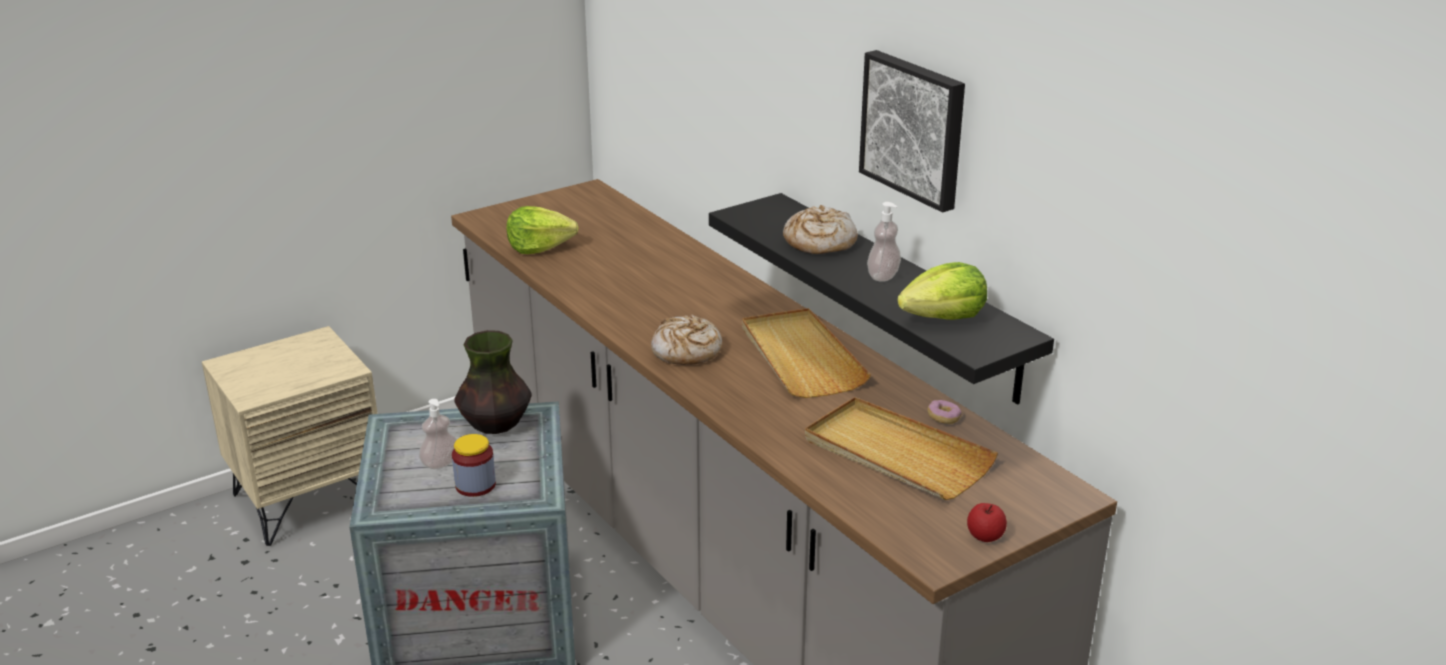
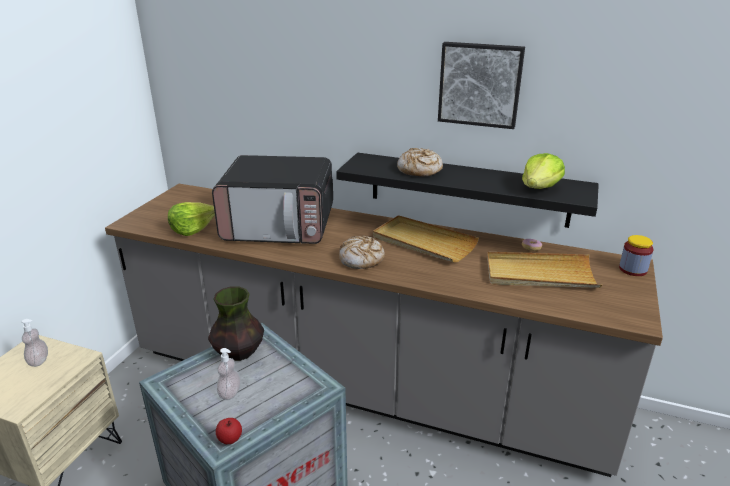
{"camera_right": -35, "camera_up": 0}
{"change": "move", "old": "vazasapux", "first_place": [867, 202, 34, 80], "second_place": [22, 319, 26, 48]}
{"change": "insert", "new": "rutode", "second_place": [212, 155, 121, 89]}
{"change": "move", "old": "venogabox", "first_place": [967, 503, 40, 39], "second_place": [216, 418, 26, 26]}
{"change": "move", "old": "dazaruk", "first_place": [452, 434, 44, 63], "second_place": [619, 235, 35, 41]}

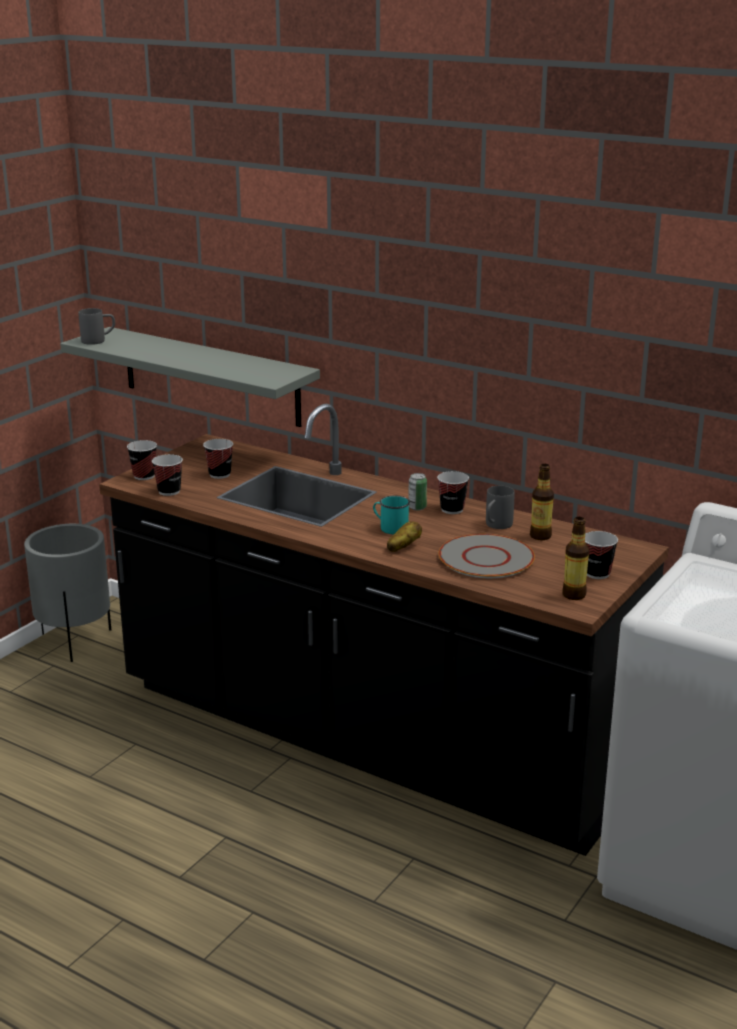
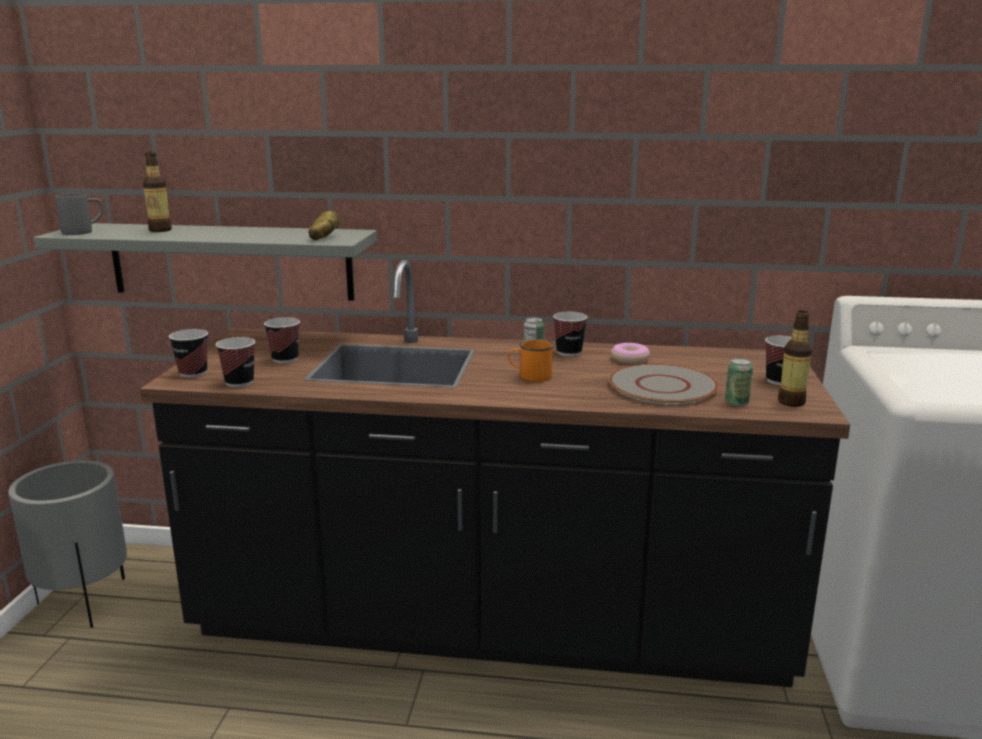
{"camera_right": -25, "camera_up": -5}
{"change": "move", "old": "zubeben", "first_place": [530, 464, 24, 76], "second_place": [143, 151, 29, 81]}
{"change": "move", "old": "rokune", "first_place": [387, 521, 35, 31], "second_place": [308, 211, 32, 29]}
{"change": "recolor", "old": "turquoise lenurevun", "new": "orange lenurevun", "first_place": [373, 495, 37, 39], "second_place": [508, 339, 46, 43]}
{"change": "replace", "old": "grey lenurevun", "new": "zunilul", "first_place": [486, 486, 28, 43], "second_place": [611, 343, 39, 21]}
{"change": "insert", "new": "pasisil", "second_place": [725, 358, 28, 48]}

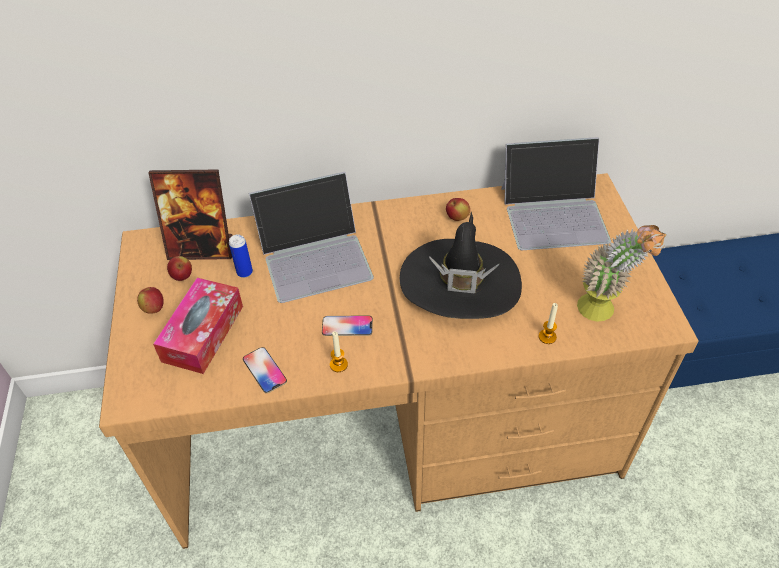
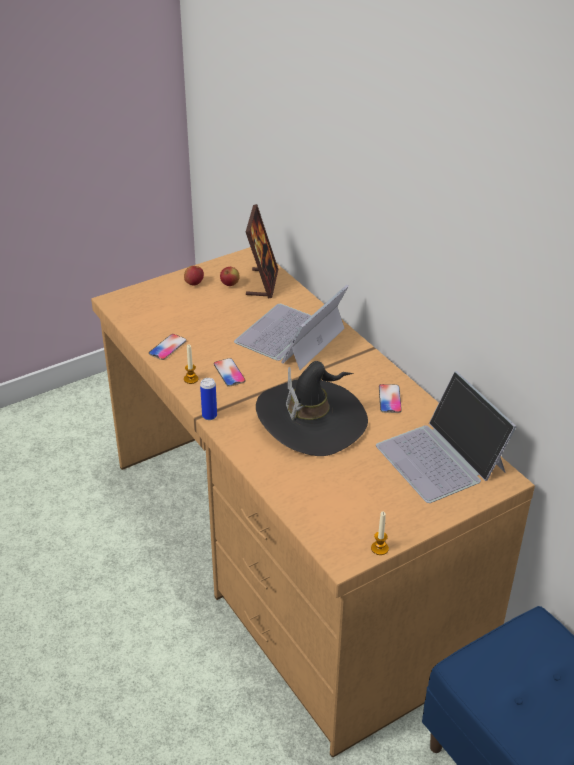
{"camera_right": 65, "camera_up": -10}
{"change": "move", "old": "pasisil", "first_place": [229, 234, 24, 44], "second_place": [200, 378, 17, 42]}
{"change": "rotate", "old": "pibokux", "first_place": [249, 172, 125, 131], "second_place": [234, 285, 115, 85], "degrees": 75}
{"change": "rotate", "old": "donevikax", "first_place": [148, 169, 85, 91], "second_place": [246, 204, 32, 95], "degrees": -150}
{"change": "move", "old": "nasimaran", "first_place": [539, 303, 19, 41], "second_place": [371, 512, 18, 43]}
{"change": "replace", "old": "venogabox", "new": "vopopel", "first_place": [446, 198, 24, 23], "second_place": [379, 384, 23, 29]}
{"change": "delete", "old": "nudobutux", "first_place": [153, 278, 90, 96]}
{"change": "delete", "old": "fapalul", "first_place": [577, 225, 89, 97]}

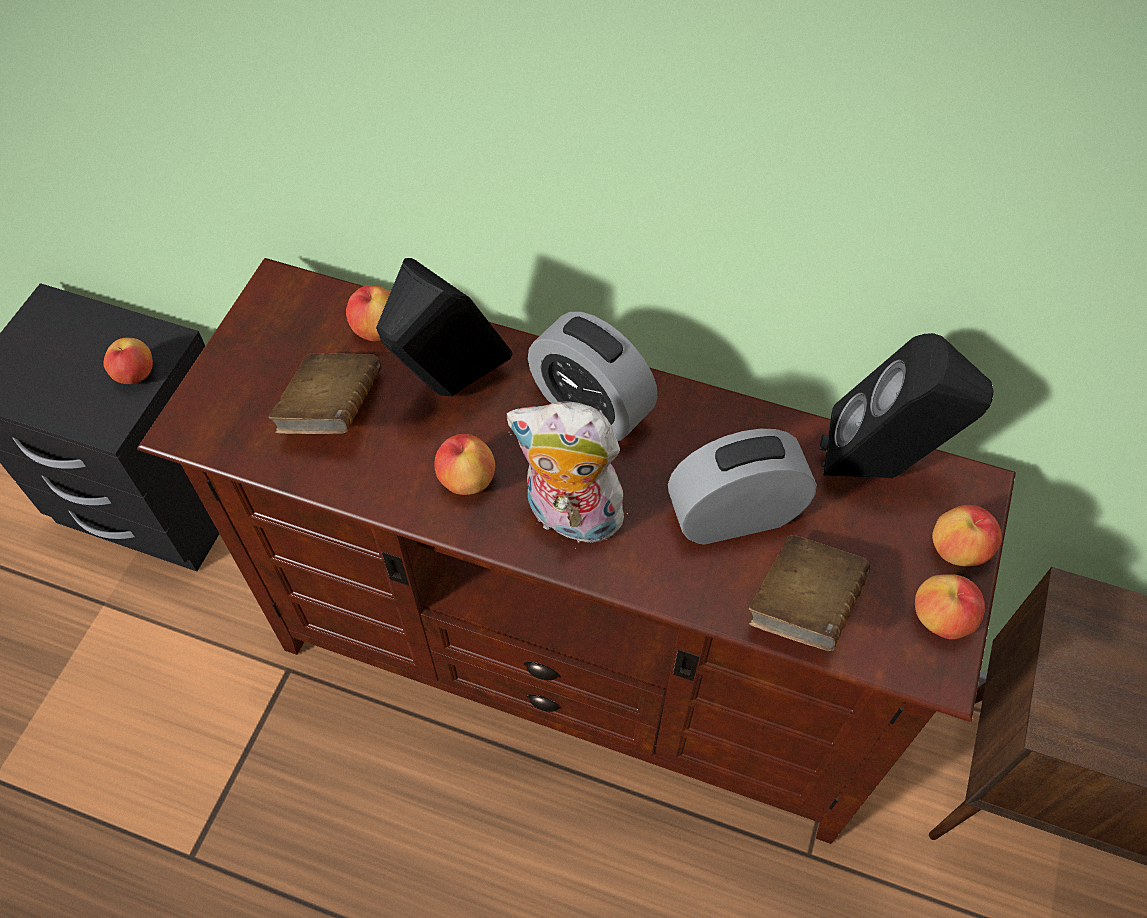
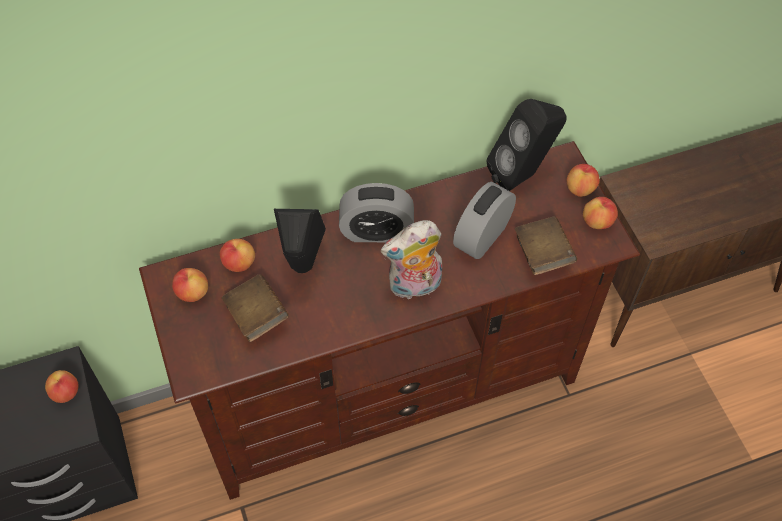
{"camera_right": -40, "camera_up": 0}
{"change": "move", "old": "venogabox", "first_place": [434, 434, 61, 61], "second_place": [172, 268, 36, 34]}

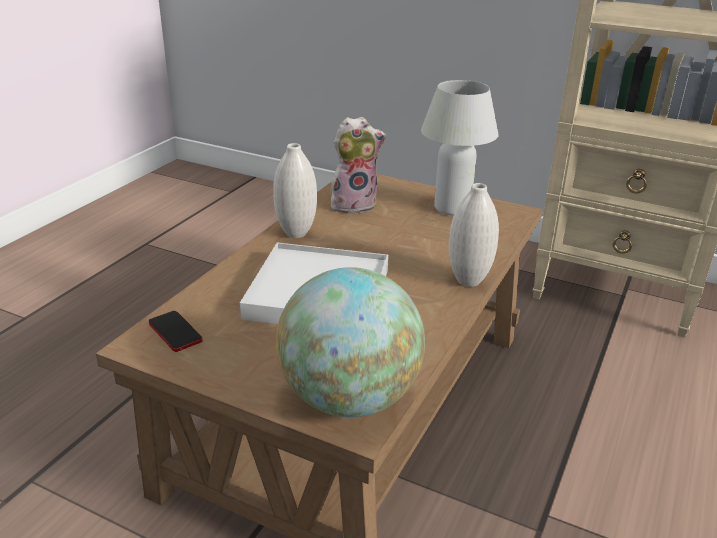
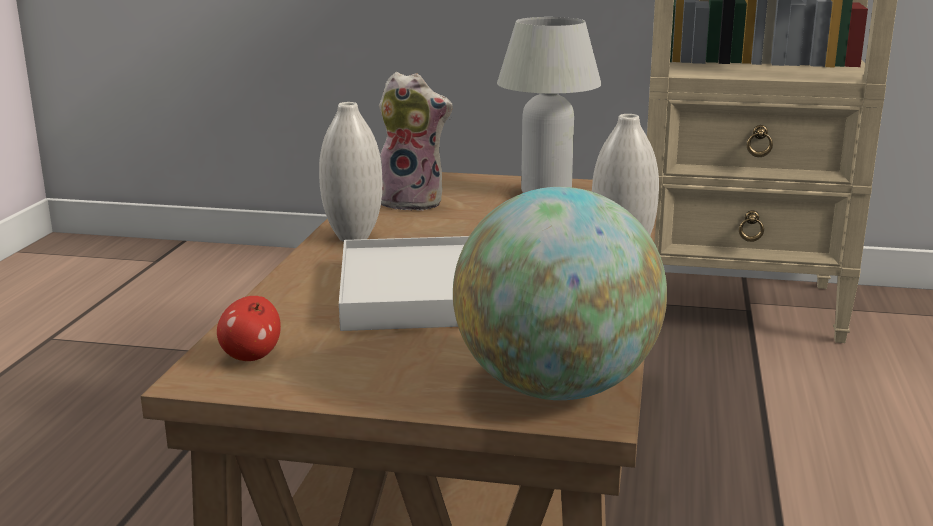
{"camera_right": -15, "camera_up": -10}
{"change": "replace", "old": "vopopel", "new": "venogabox", "first_place": [149, 311, 54, 41], "second_place": [217, 296, 64, 65]}
{"change": "rotate", "old": "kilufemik", "first_place": [331, 117, 56, 97], "second_place": [379, 72, 74, 139], "degrees": 45}

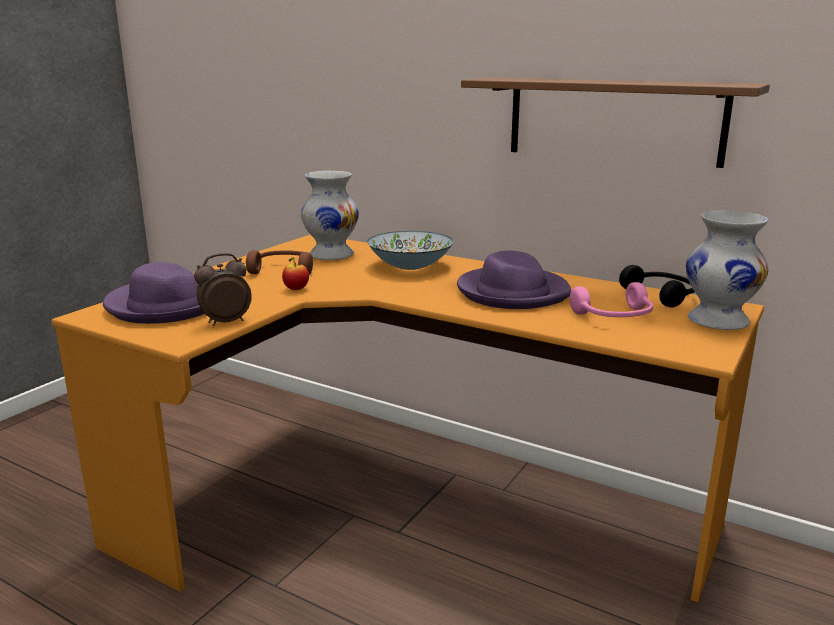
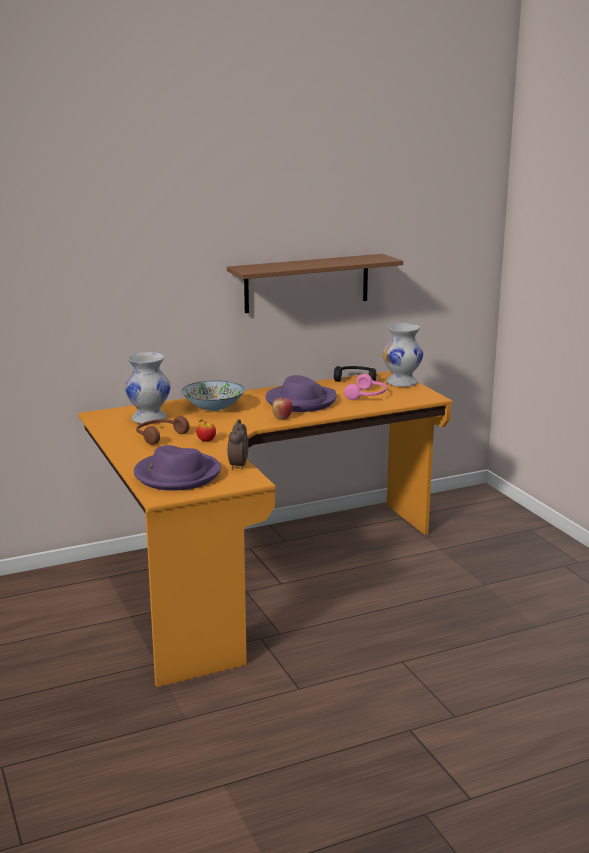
{"camera_right": -55, "camera_up": 0}
{"change": "insert", "new": "venogabox", "second_place": [272, 398, 21, 21]}

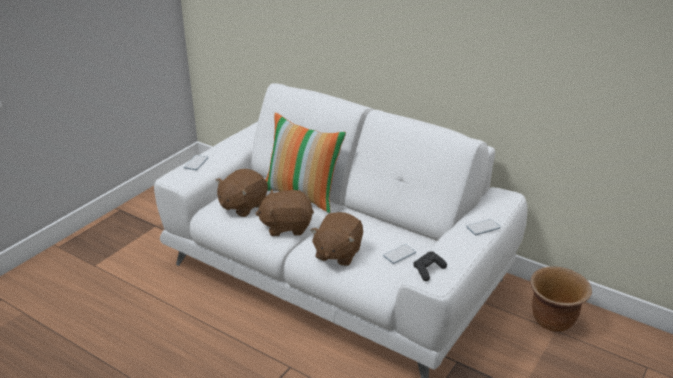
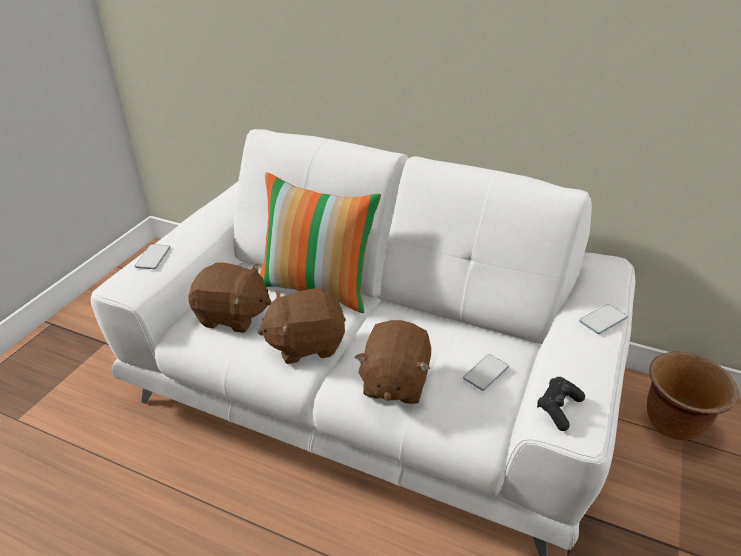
{"camera_right": -10, "camera_up": 5}
{"change": "rotate", "old": "brown kilufemik", "first_place": [216, 169, 52, 48], "second_place": [188, 262, 84, 71], "degrees": -105}

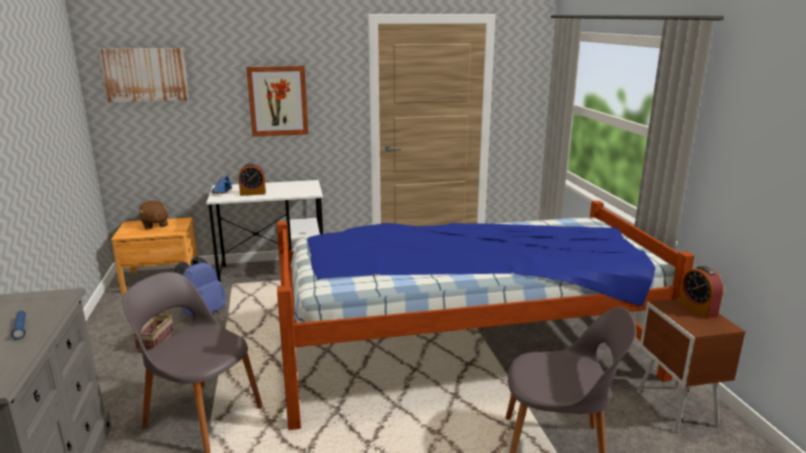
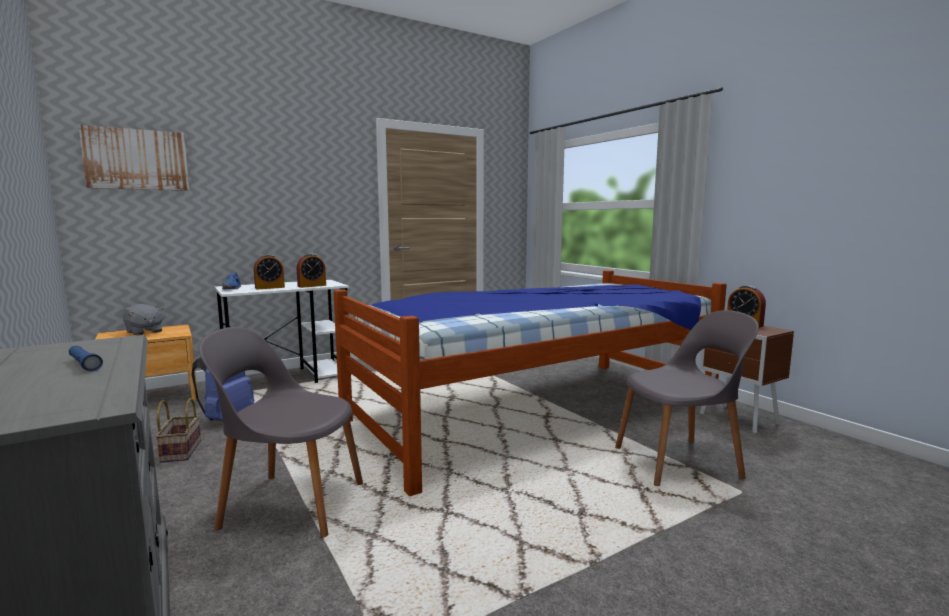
{"camera_right": -20, "camera_up": -10}
{"change": "recolor", "old": "brown kilufemik", "new": "grey kilufemik", "first_place": [139, 201, 29, 28], "second_place": [123, 304, 41, 31]}
{"change": "insert", "new": "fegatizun", "second_place": [297, 254, 29, 34]}
{"change": "delete", "old": "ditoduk", "first_place": [246, 66, 62, 71]}

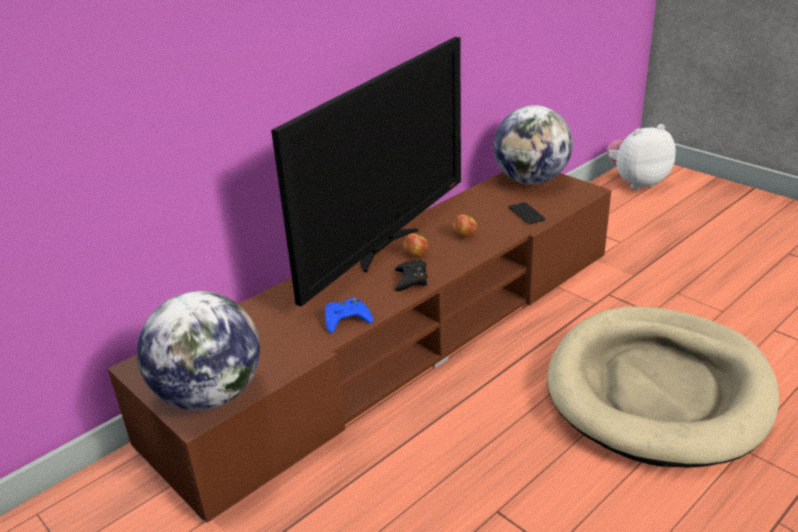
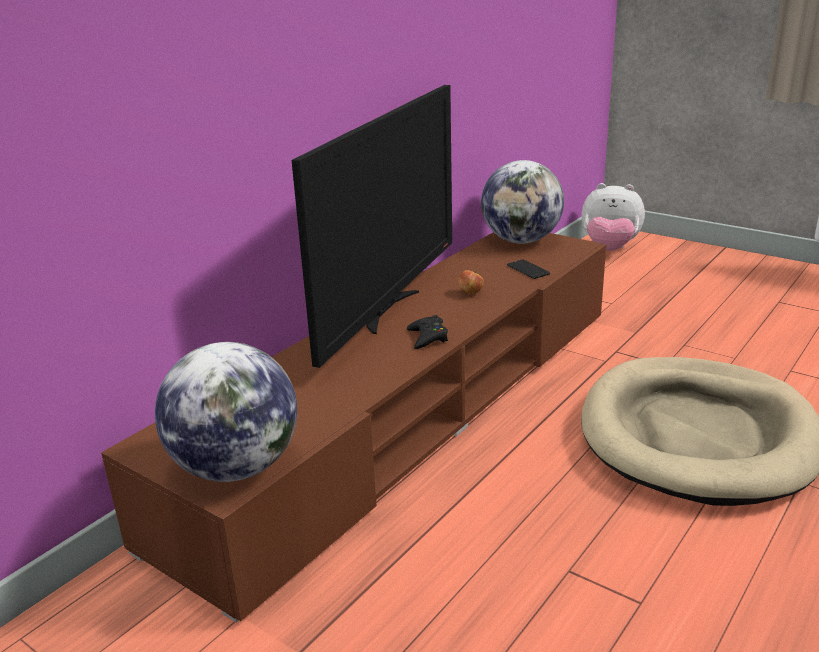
{"camera_right": -10, "camera_up": -5}
{"change": "rotate", "old": "kilufemik", "first_place": [607, 124, 69, 66], "second_place": [582, 183, 63, 68], "degrees": -135}
{"change": "delete", "old": "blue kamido", "first_place": [325, 298, 48, 35]}
{"change": "delete", "old": "venogabox", "first_place": [403, 233, 25, 24]}

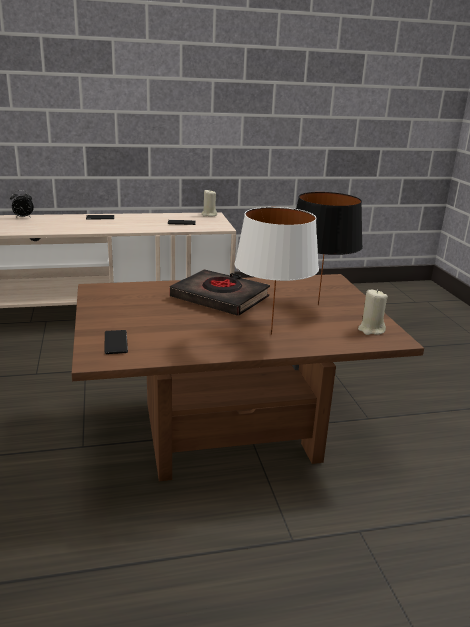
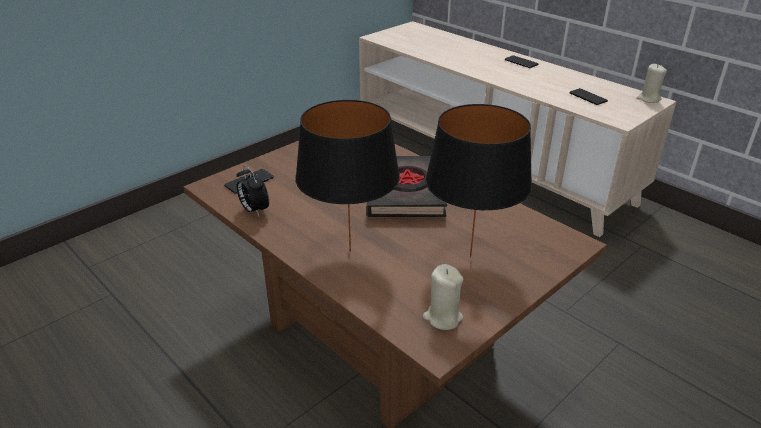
{"camera_right": 60, "camera_up": 10}
{"change": "move", "old": "fegatizun", "first_place": [10, 190, 24, 28], "second_place": [236, 165, 33, 51]}
{"change": "recolor", "old": "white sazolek", "new": "black sazolek", "first_place": [234, 207, 85, 128], "second_place": [295, 100, 105, 152]}

